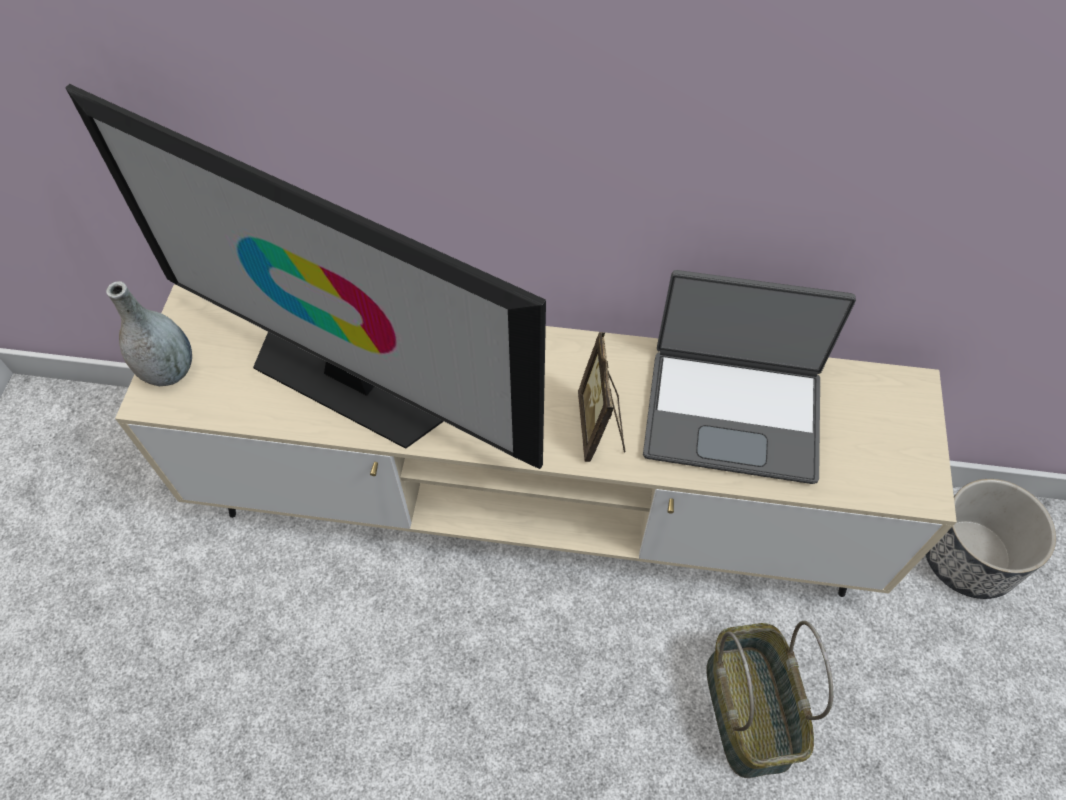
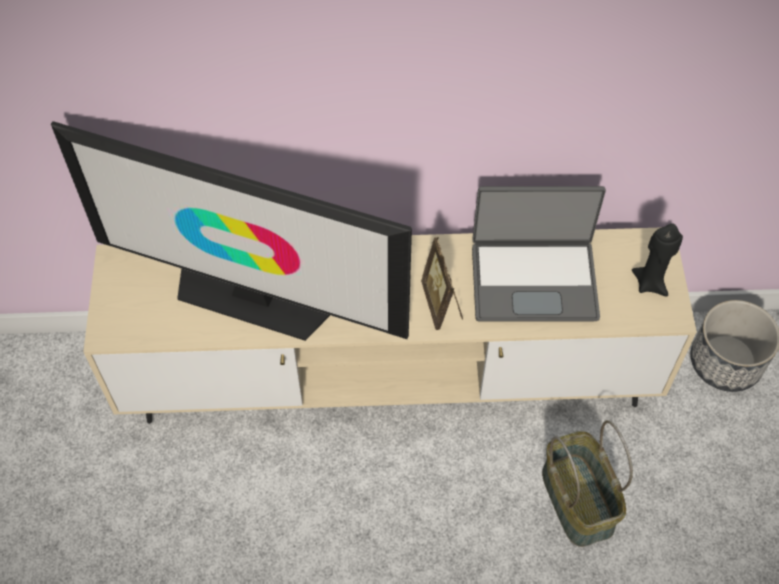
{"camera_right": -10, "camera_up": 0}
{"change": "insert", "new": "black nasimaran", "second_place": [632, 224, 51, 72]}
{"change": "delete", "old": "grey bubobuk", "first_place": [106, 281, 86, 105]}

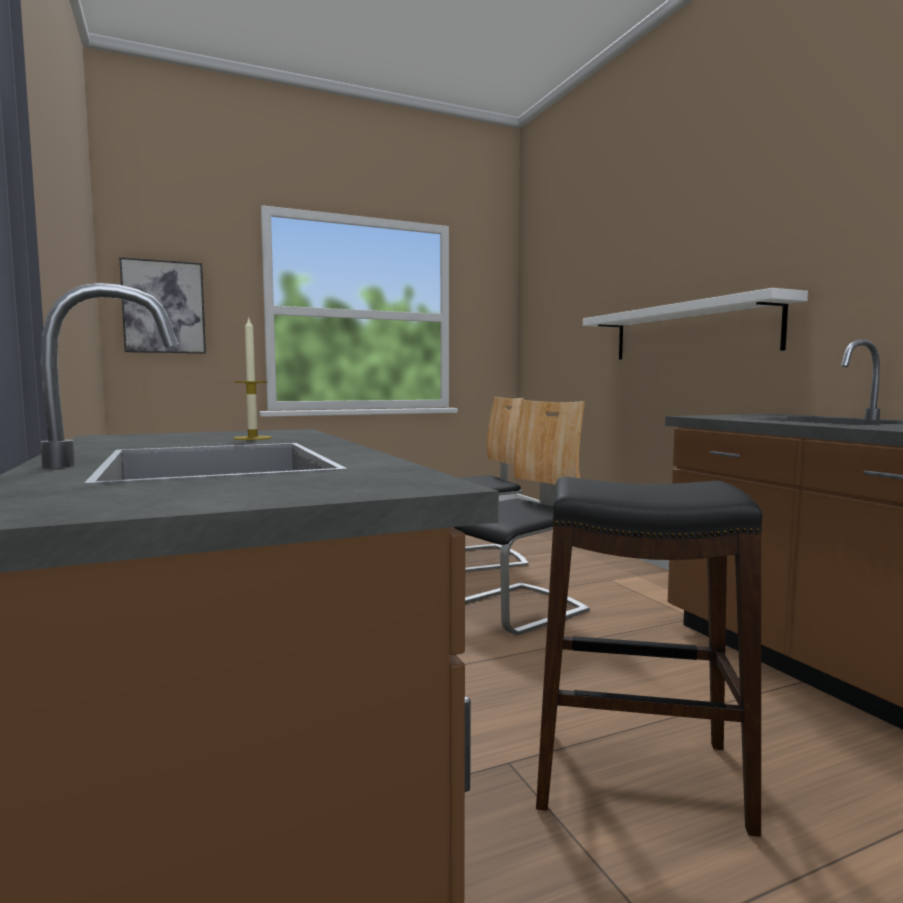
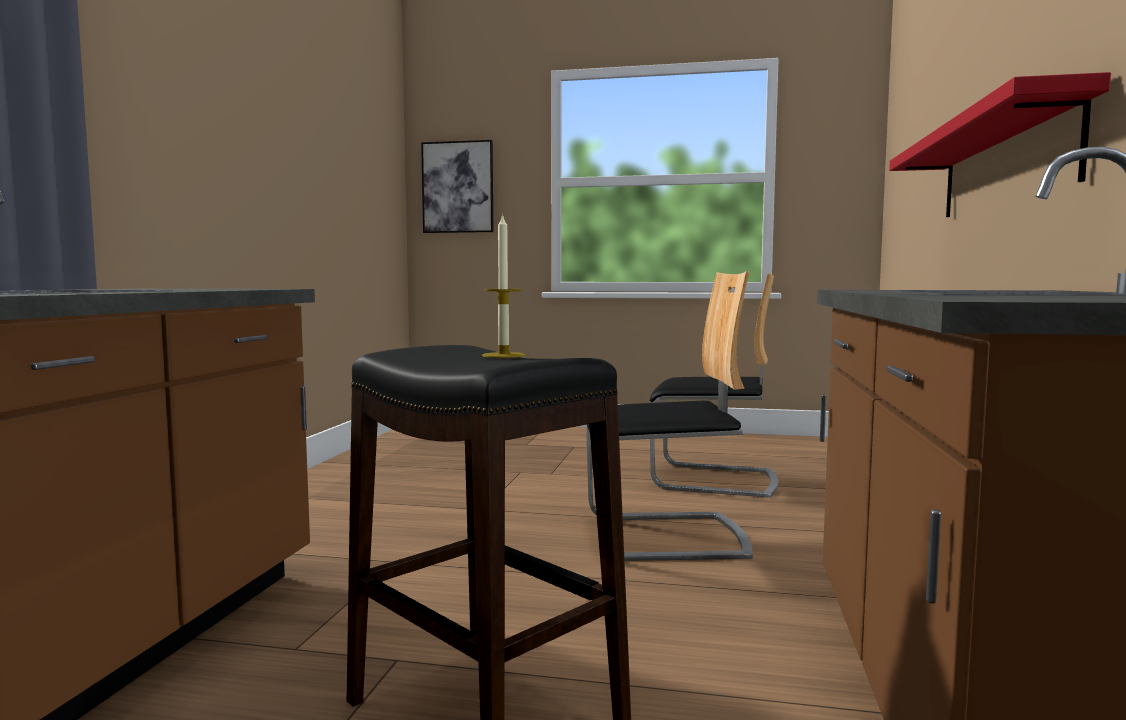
{"camera_right": 35, "camera_up": 0}
{"change": "move", "old": "nasimaran", "first_place": [233, 318, 39, 122], "second_place": [482, 213, 43, 145]}
{"change": "recolor", "old": "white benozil", "new": "red benozil", "first_place": [583, 288, 225, 72], "second_place": [889, 72, 222, 145]}

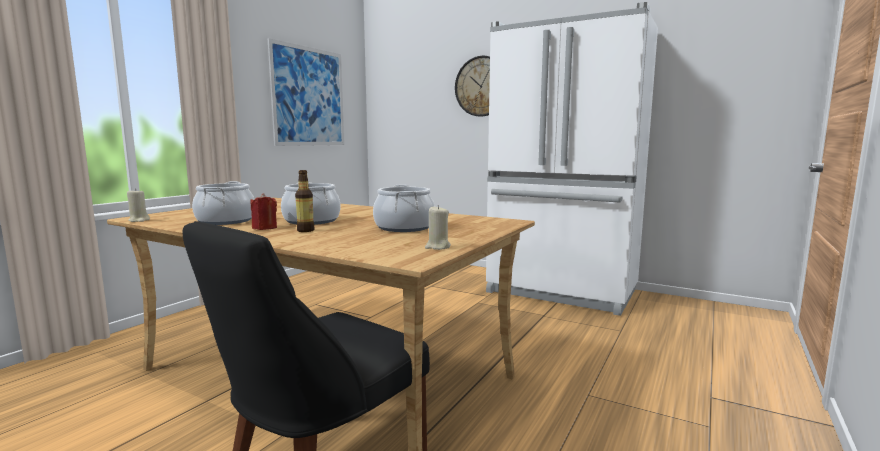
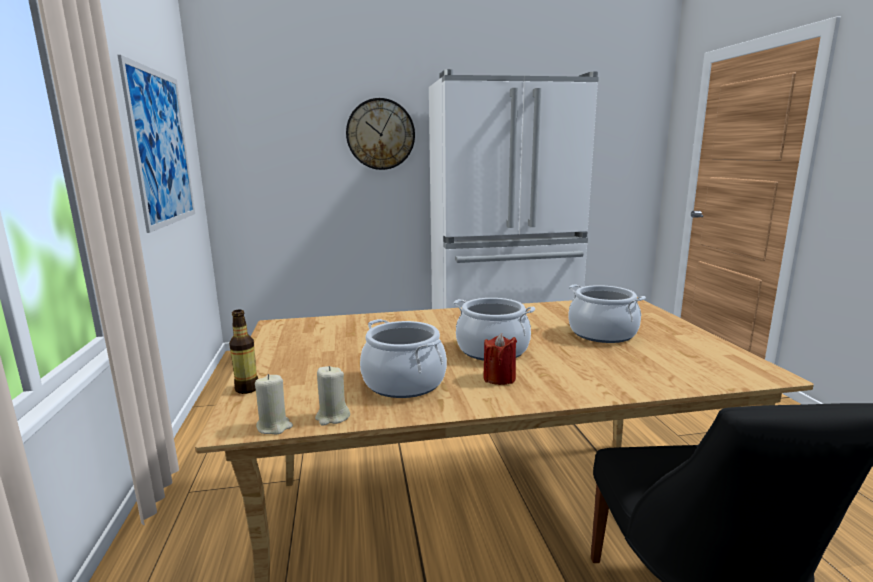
{"camera_right": -40, "camera_up": 5}
{"change": "move", "old": "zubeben", "first_place": [295, 170, 20, 62], "second_place": [229, 310, 29, 84]}
{"change": "move", "old": "beige nasimaran", "first_place": [425, 205, 26, 45], "second_place": [315, 366, 35, 60]}

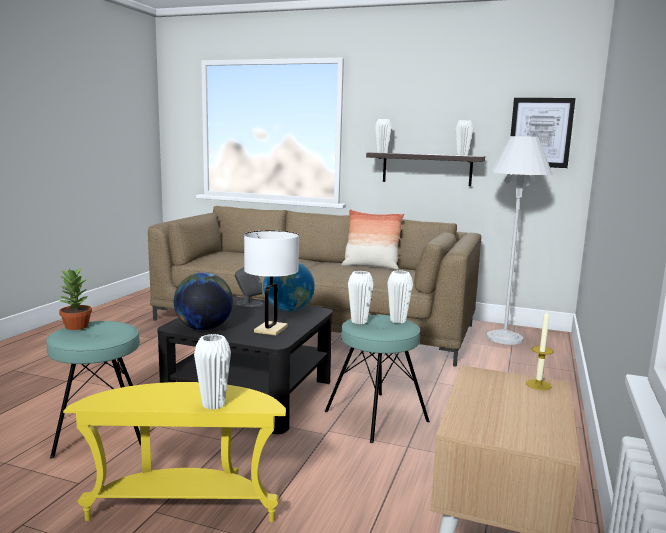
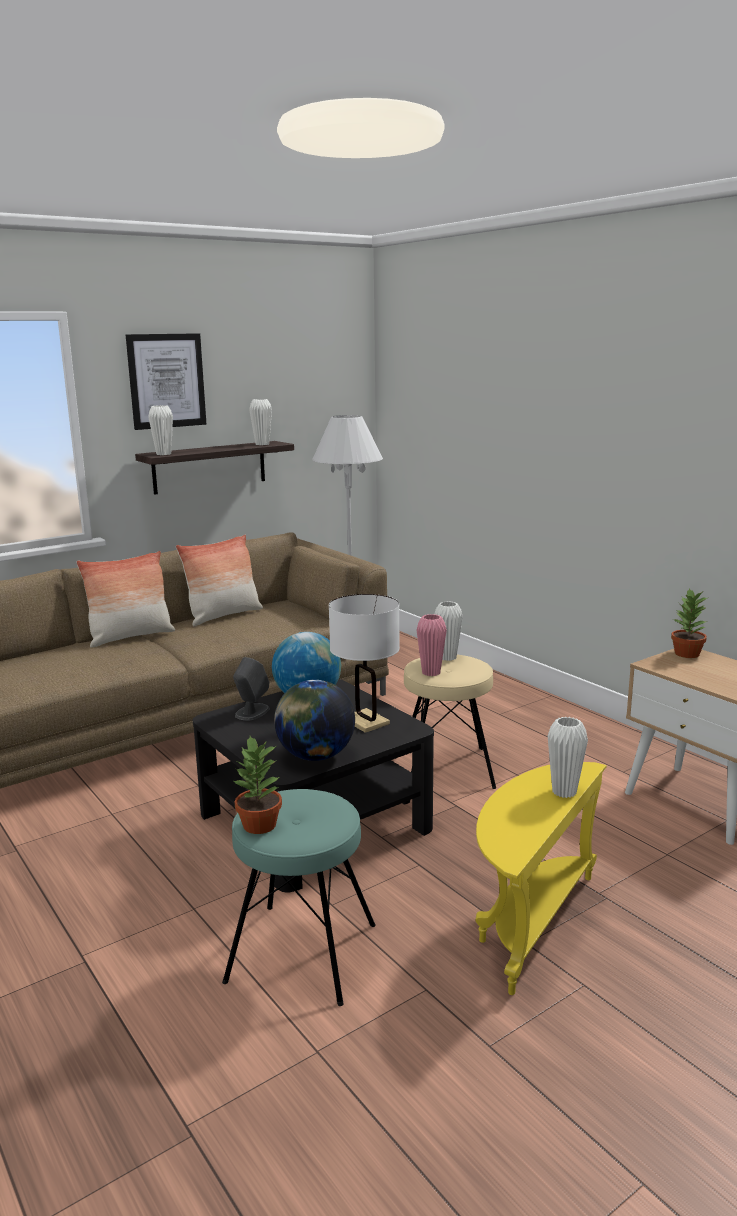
{"camera_right": -55, "camera_up": 5}
{"change": "insert", "new": "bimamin", "second_place": [76, 551, 99, 97]}
{"change": "move", "old": "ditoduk", "first_place": [510, 98, 65, 70], "second_place": [126, 333, 80, 97]}
{"change": "recolor", "old": "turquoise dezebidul", "new": "beige dezebidul", "first_place": [325, 315, 105, 128], "second_place": [404, 655, 92, 134]}
{"change": "recolor", "old": "white bubobuk", "new": "pink bubobuk", "first_place": [348, 271, 26, 53], "second_place": [417, 614, 30, 62]}
{"change": "replace", "old": "nasimaran", "new": "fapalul", "first_place": [526, 311, 28, 79], "second_place": [671, 588, 36, 70]}

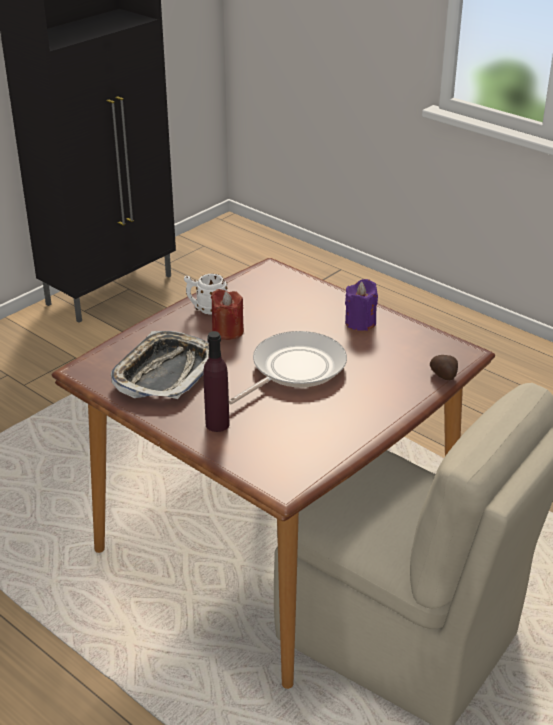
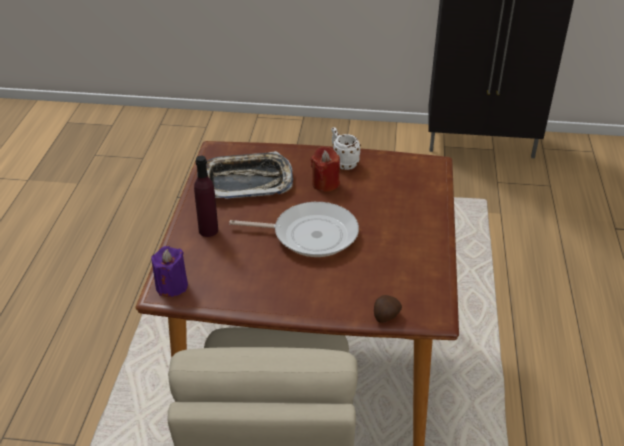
{"camera_right": 55, "camera_up": 5}
{"change": "move", "old": "purple nasimaran", "first_place": [345, 279, 33, 52], "second_place": [151, 246, 37, 51]}

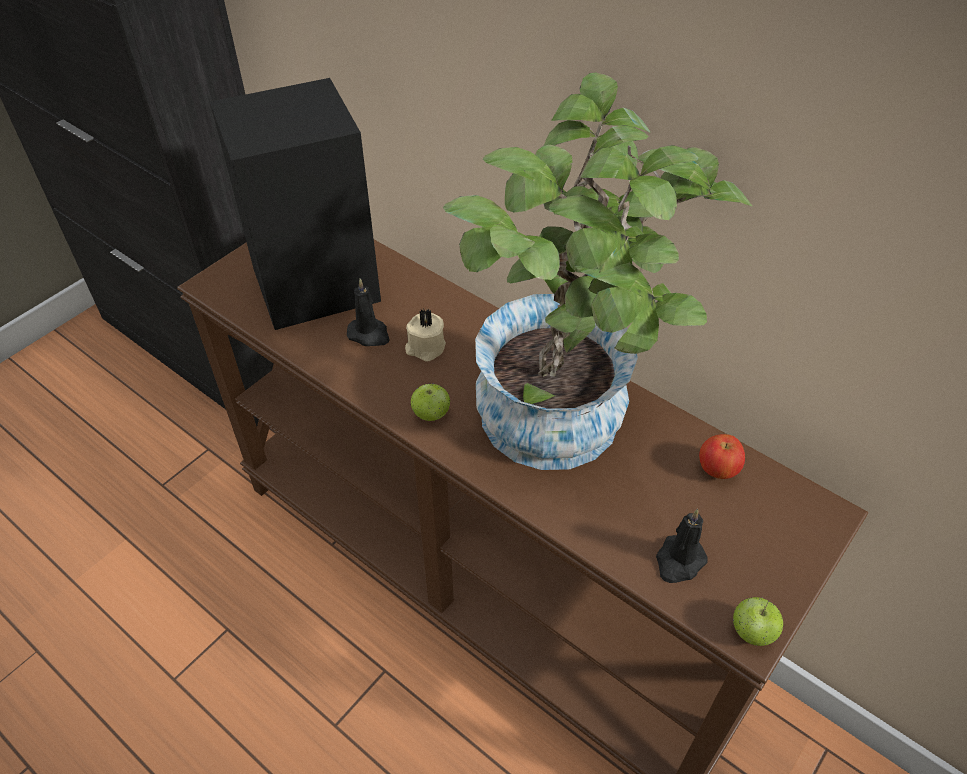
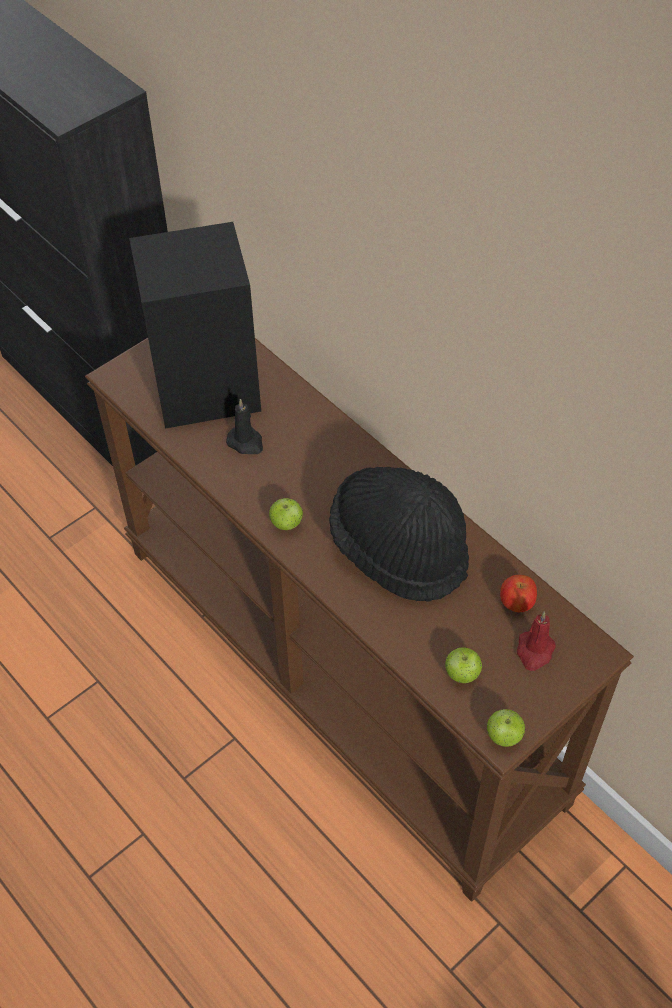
{"camera_right": 10, "camera_up": 5}
{"change": "replace", "old": "fapalul", "new": "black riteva", "first_place": [443, 73, 310, 397], "second_place": [329, 467, 140, 135]}
{"change": "replace", "old": "black nasimaran", "new": "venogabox", "first_place": [656, 509, 51, 74], "second_place": [445, 647, 38, 36]}
{"change": "insert", "new": "red nasimaran", "second_place": [517, 611, 39, 60]}
{"change": "delete", "old": "beige nasimaran", "first_place": [405, 308, 41, 54]}

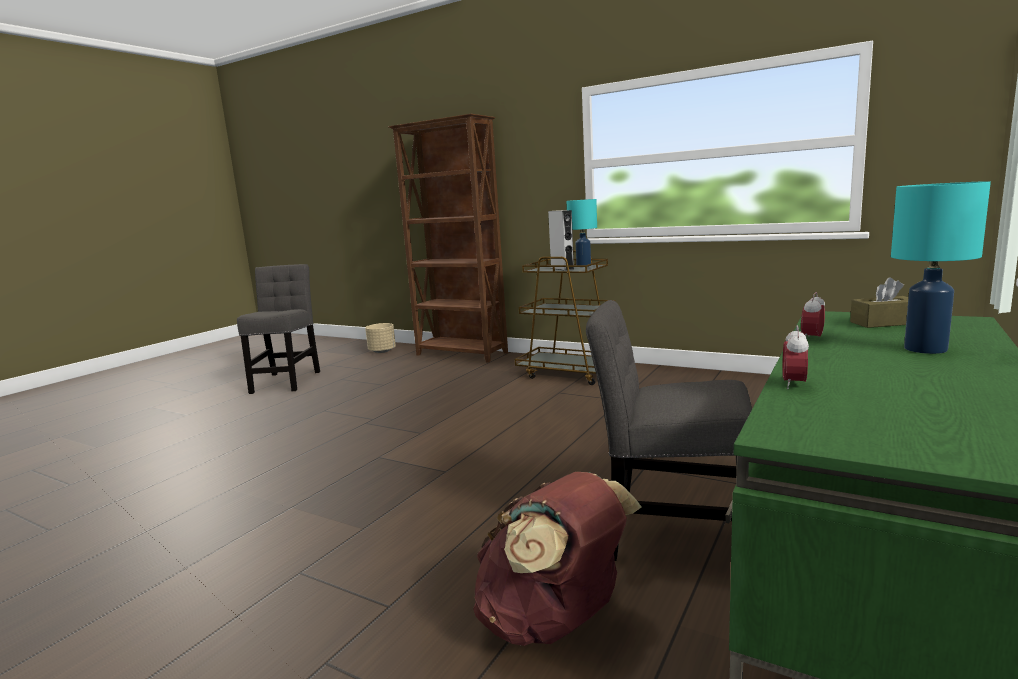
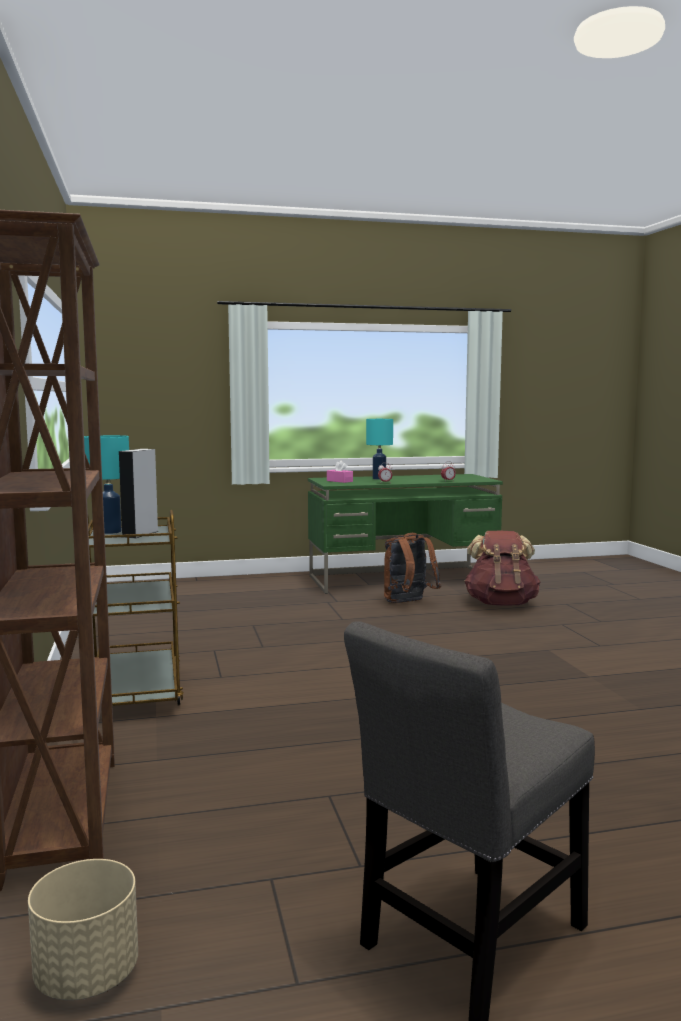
{"camera_right": -135, "camera_up": -5}
{"change": "recolor", "old": "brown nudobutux", "new": "pink nudobutux", "first_place": [850, 277, 58, 51], "second_place": [327, 460, 26, 23]}
{"change": "replace", "old": "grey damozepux", "new": "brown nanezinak", "first_place": [586, 300, 166, 261], "second_place": [384, 533, 57, 70]}

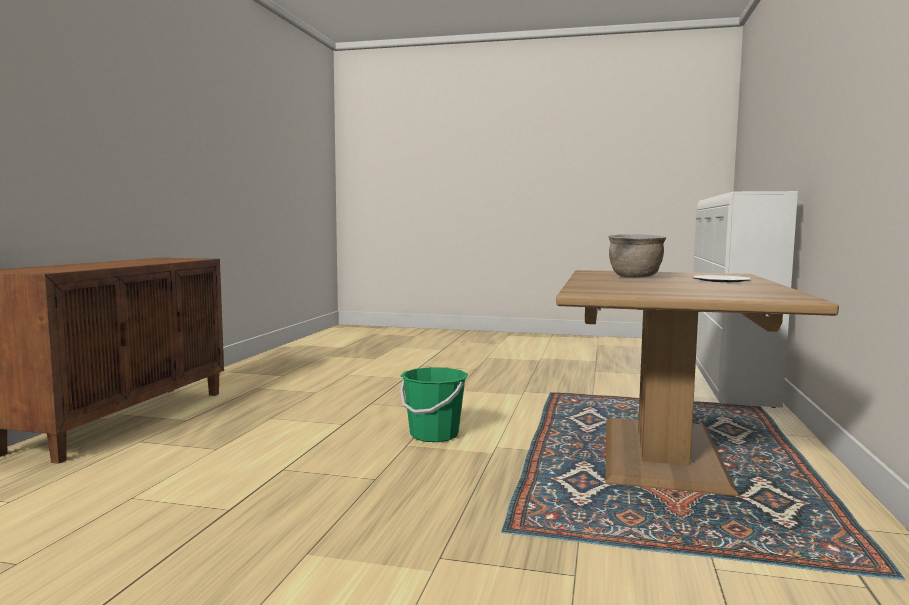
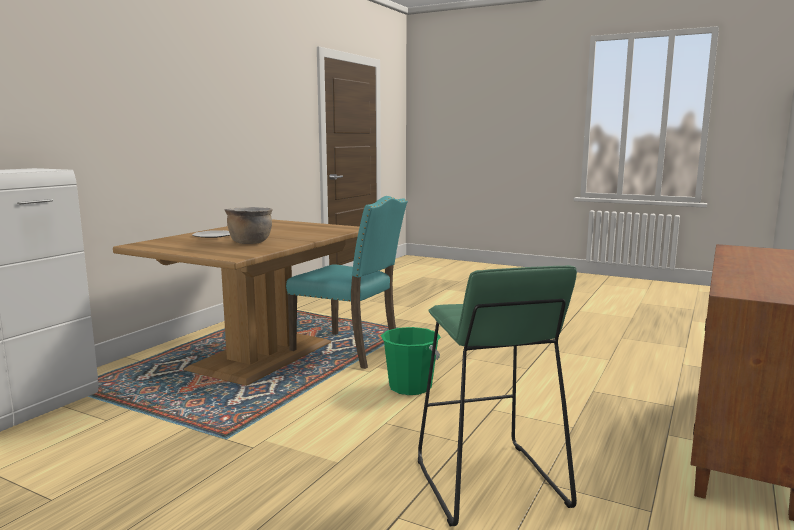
{"camera_right": -165, "camera_up": 5}
{"change": "insert", "new": "turquoise damozepux", "second_place": [286, 196, 122, 173]}
{"change": "insert", "new": "green dezebidul", "second_place": [418, 265, 159, 262]}

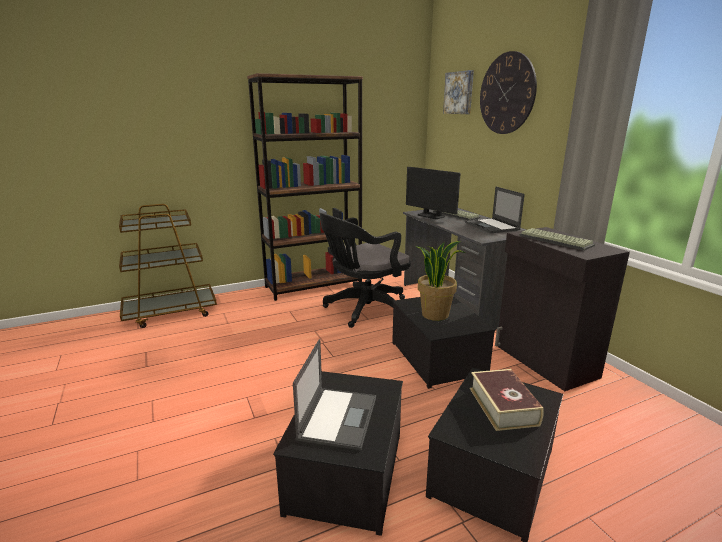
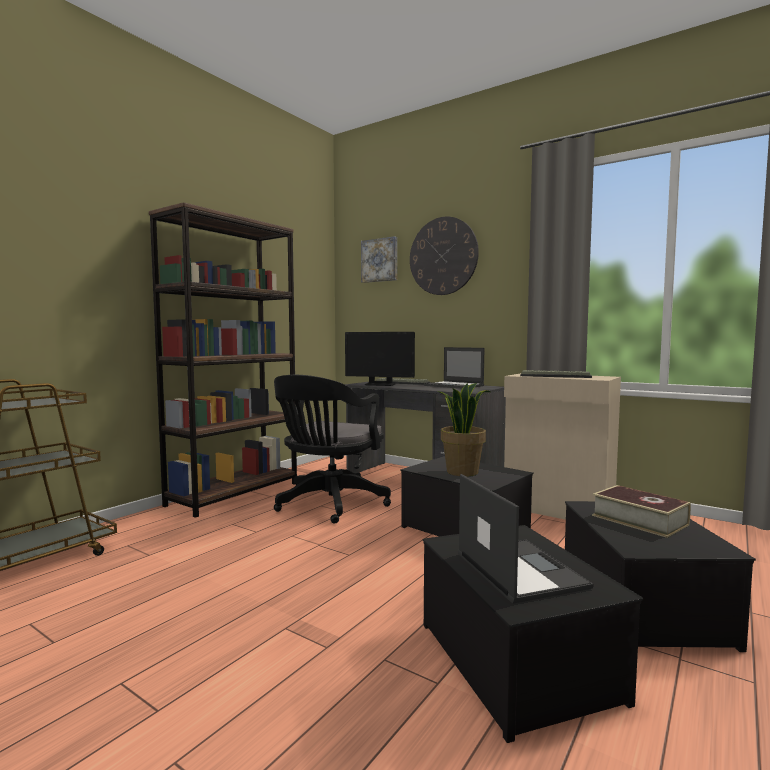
{"camera_right": -30, "camera_up": -15}
{"change": "recolor", "old": "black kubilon", "new": "beige kubilon", "first_place": [495, 227, 135, 164], "second_place": [504, 373, 117, 147]}

